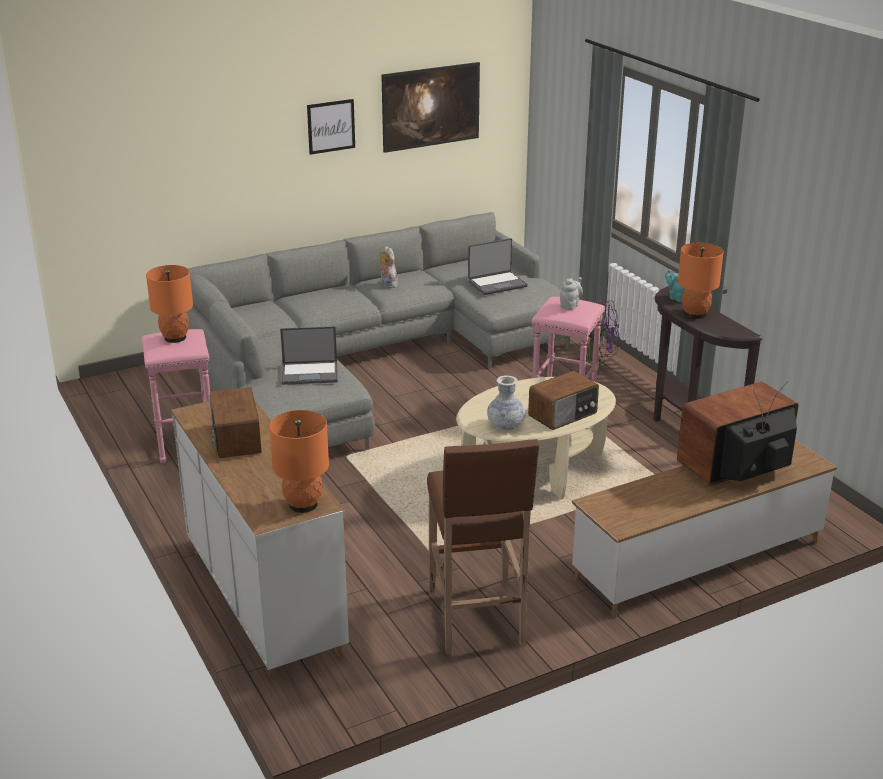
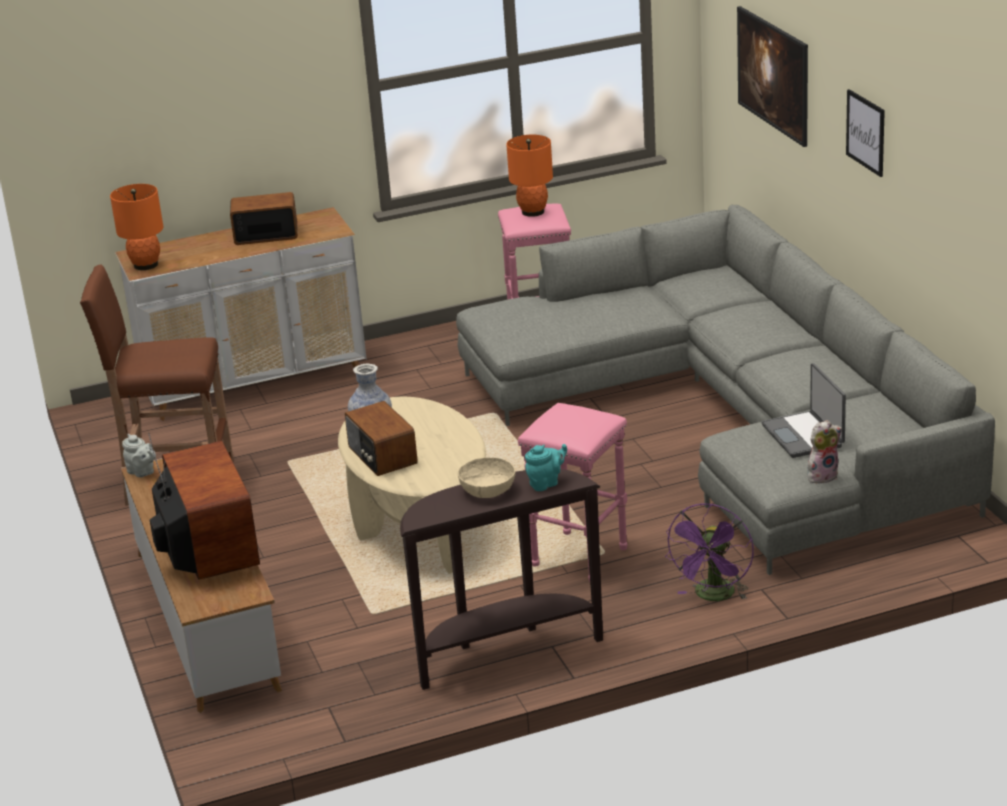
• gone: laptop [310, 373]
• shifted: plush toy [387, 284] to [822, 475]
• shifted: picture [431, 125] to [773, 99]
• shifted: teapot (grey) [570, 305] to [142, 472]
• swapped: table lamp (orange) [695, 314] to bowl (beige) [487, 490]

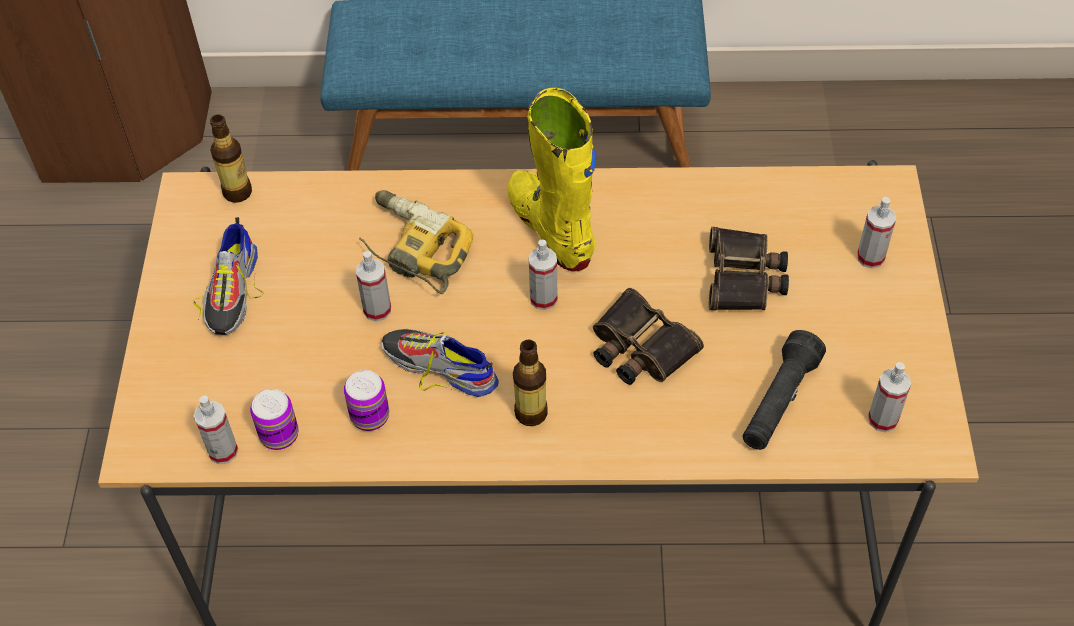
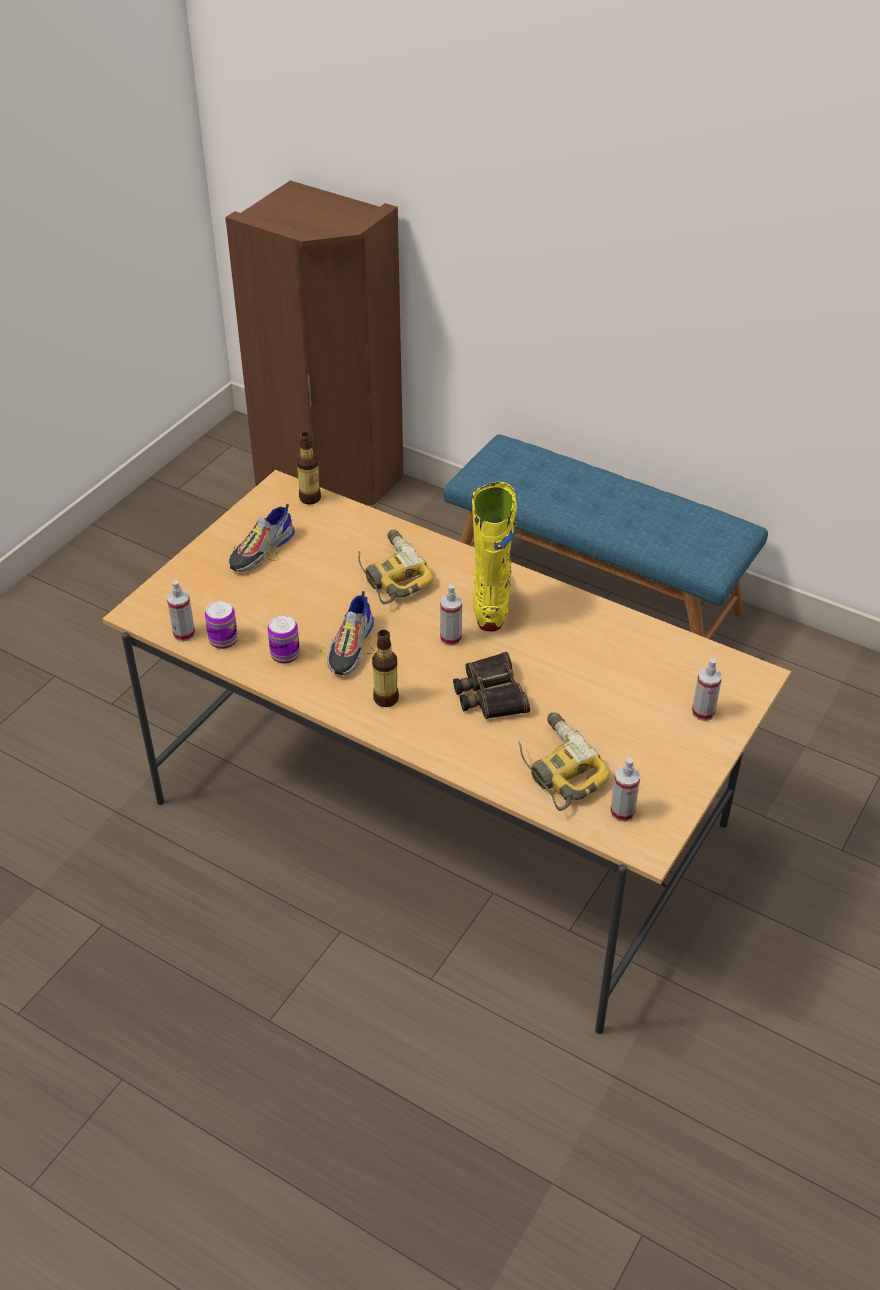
• gone: spray bottle [377, 310]
• rotated: shoe [439, 366] = [351, 647] 135 degrees counterclockwise
• gone: binoculars [745, 278]
• swapped: flashlight (black) [779, 402] to power drill [557, 768]

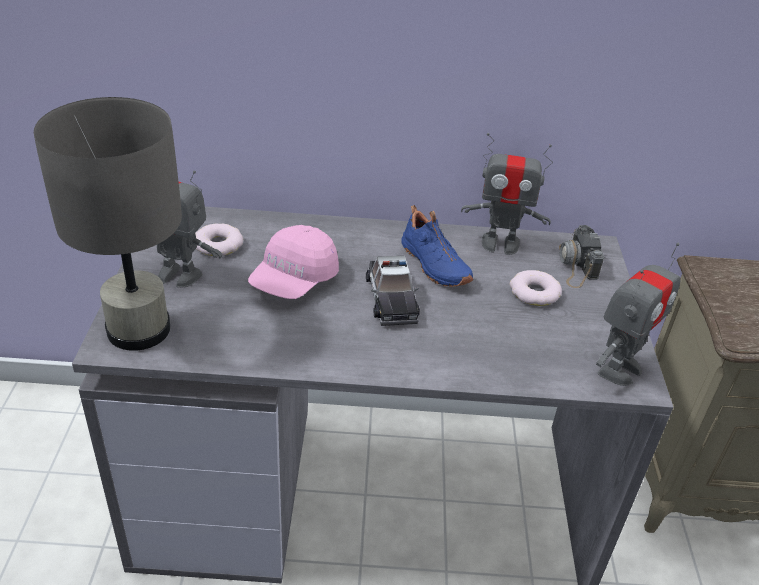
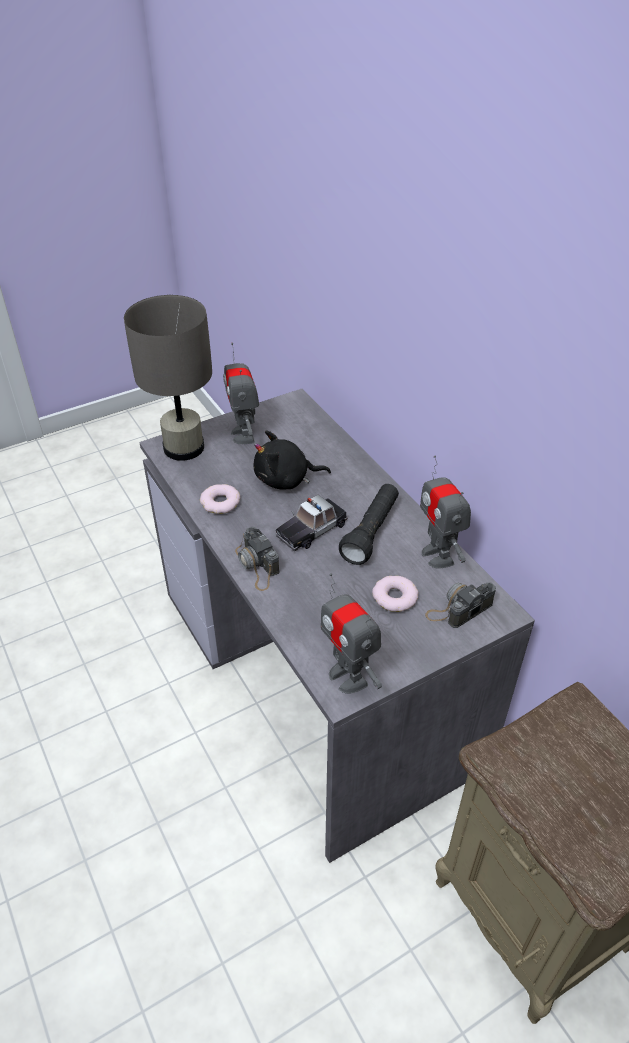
• shifted: donut [218, 245] to [220, 503]
• swapped: cap (pink) [294, 280] to plush toy (black) [286, 480]
• swapped: shoe (blue) [433, 265] to flashlight (black) [371, 532]
• rotated: toy robot [619, 369] = [348, 676] 45 degrees clockwise
• new: photo camera [257, 565]

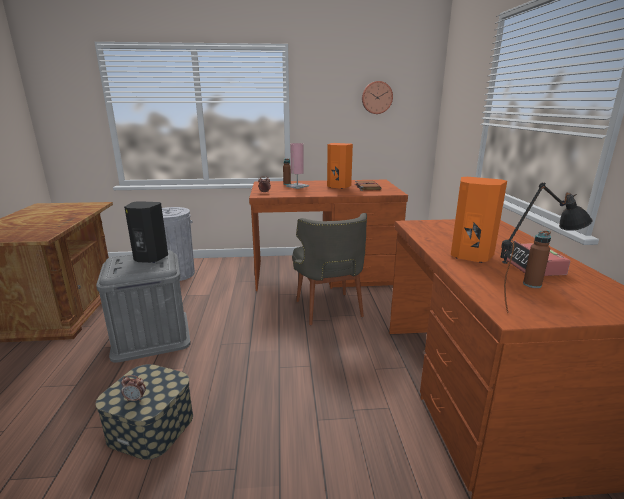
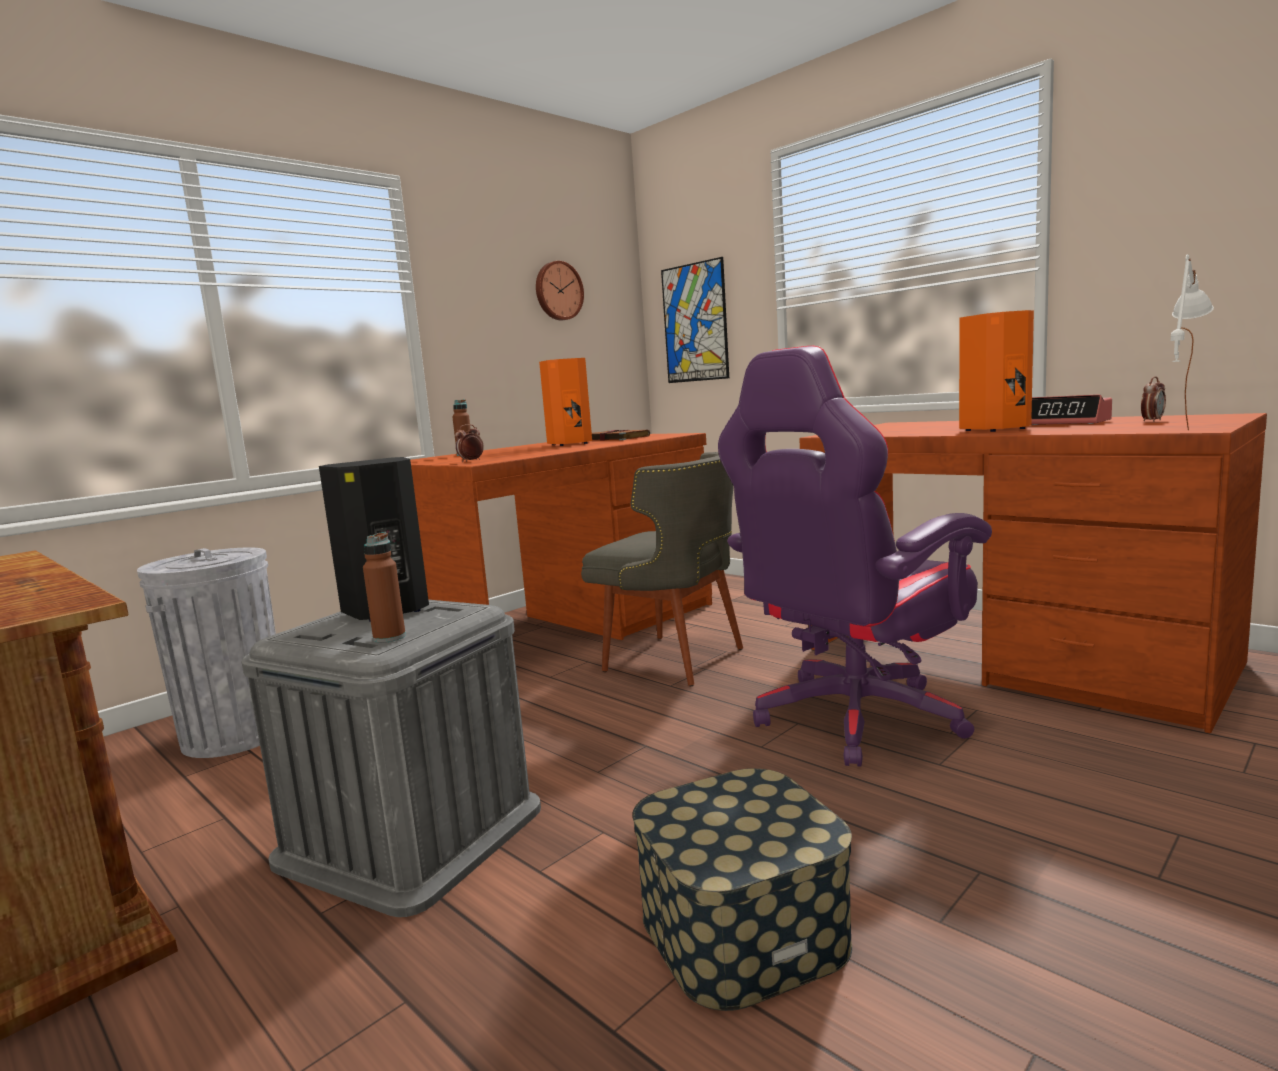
• shifted: alarm clock [135, 399] to [1152, 421]
• gone: table lamp (pink) [297, 186]
• repainted: table lamp (black) [528, 306] to table lamp (white) [1179, 427]
• shifted: bottle (brown) [532, 284] to [389, 637]
• new: picture [695, 323]
• new: office chair (purple) [857, 716]

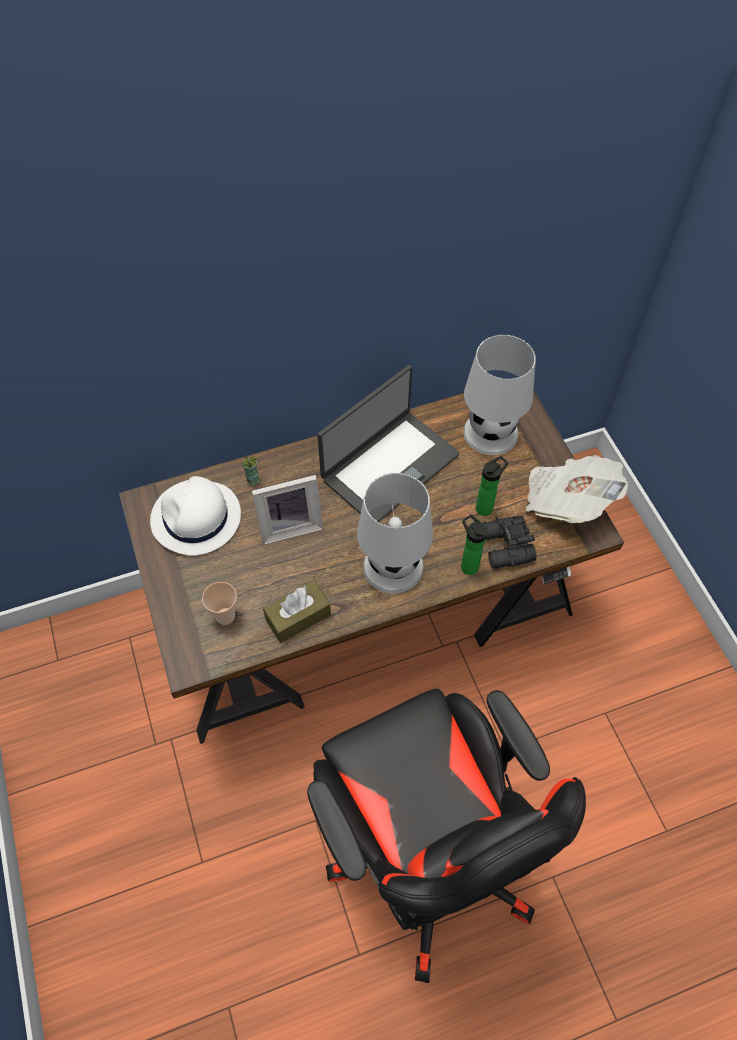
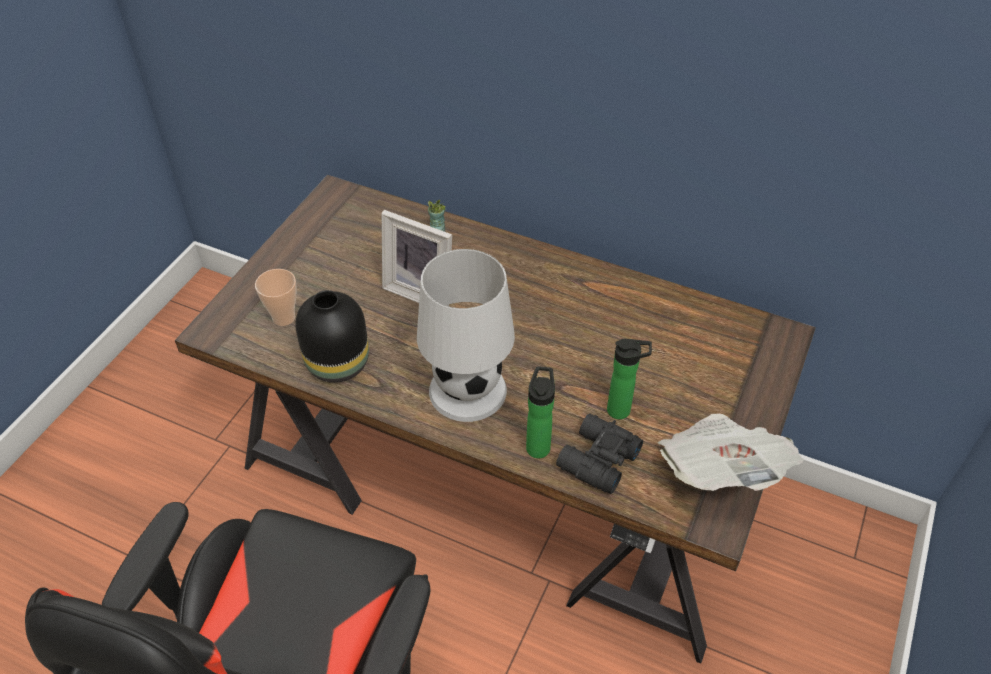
• gone: hat (white) [196, 518]
• swapped: tissue box (brown) [298, 617] to vase (black) [336, 364]
• gone: laptop [389, 466]
• gone: table lamp (white) [491, 432]

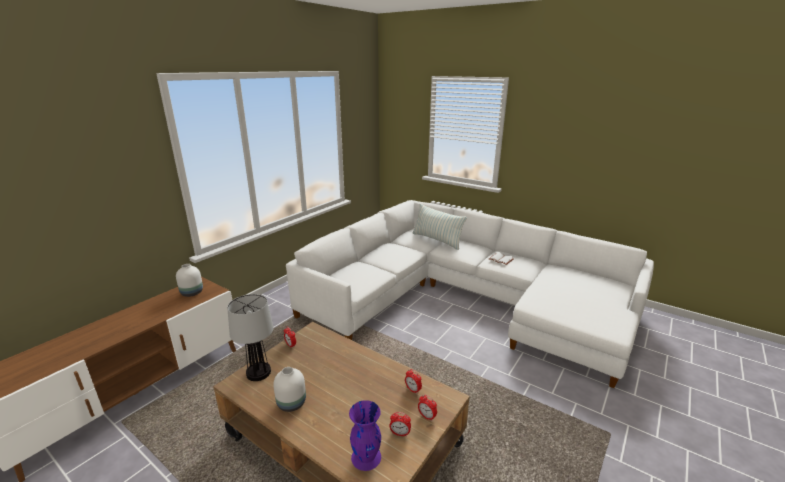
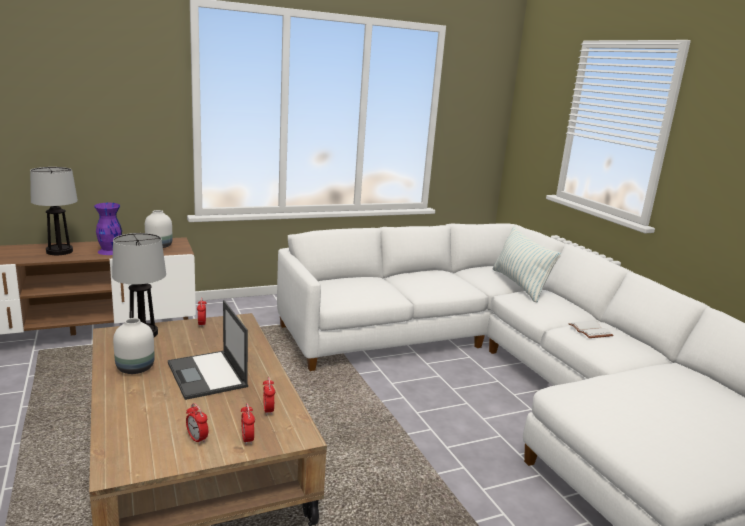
• shifted: vase (purple) [366, 457] to [110, 251]
• new: table lamp [59, 251]
• new: laptop [207, 375]

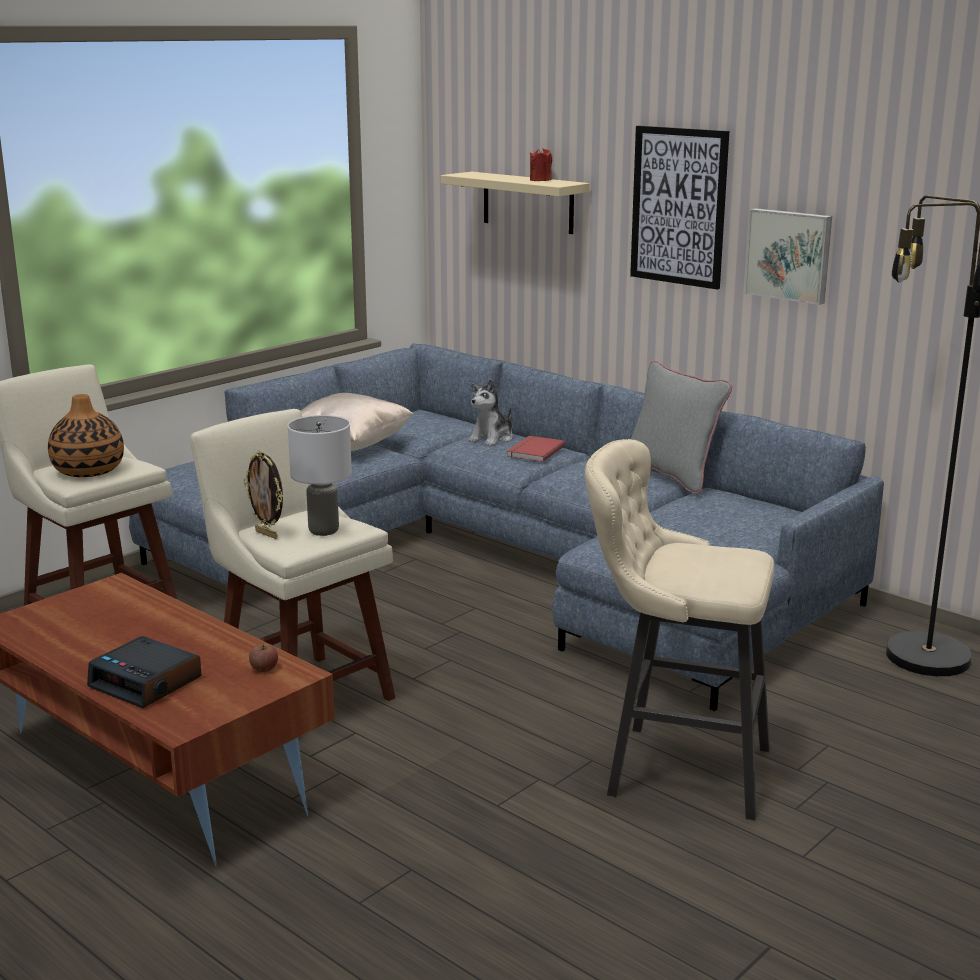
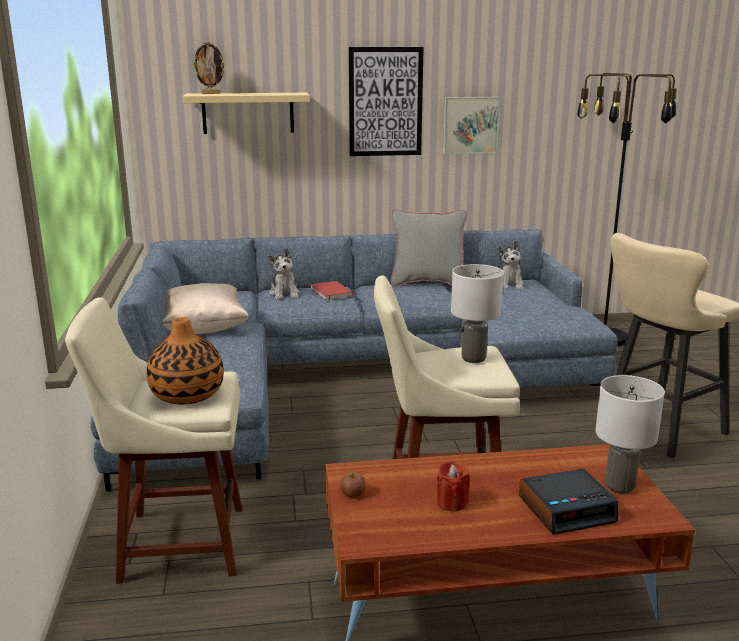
• shifted: picture frame [267, 534] to [210, 93]
• shifted: apple [264, 668] to [352, 494]
• shifted: candle (red) [540, 180] to [452, 503]
• new: plush toy [509, 285]
• new: table lamp (white) [619, 488]

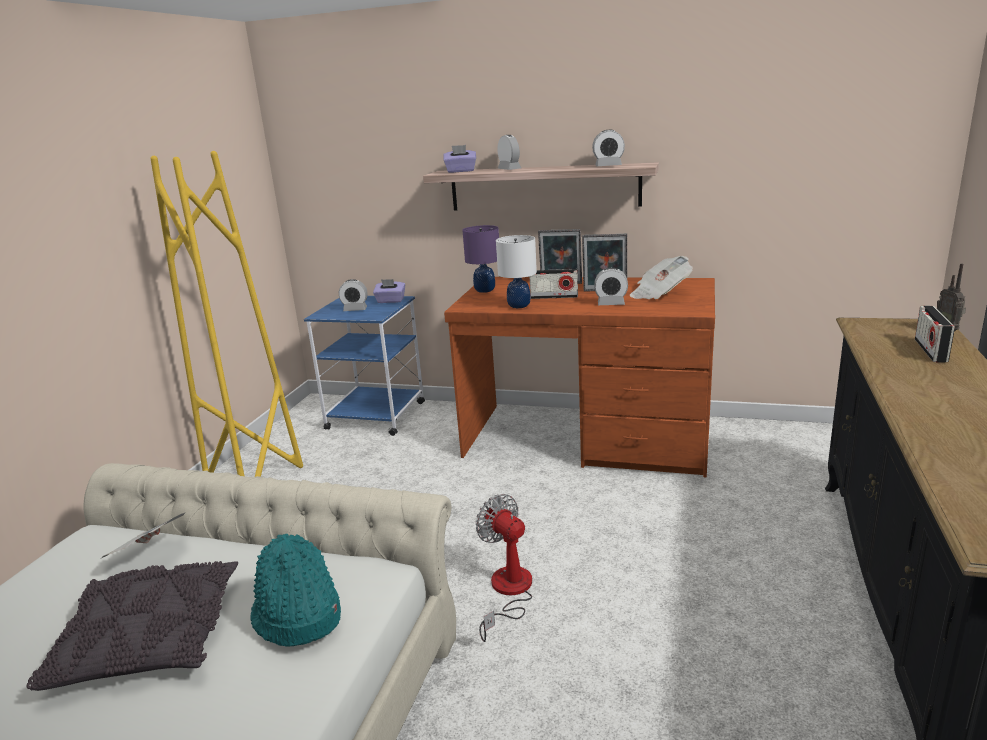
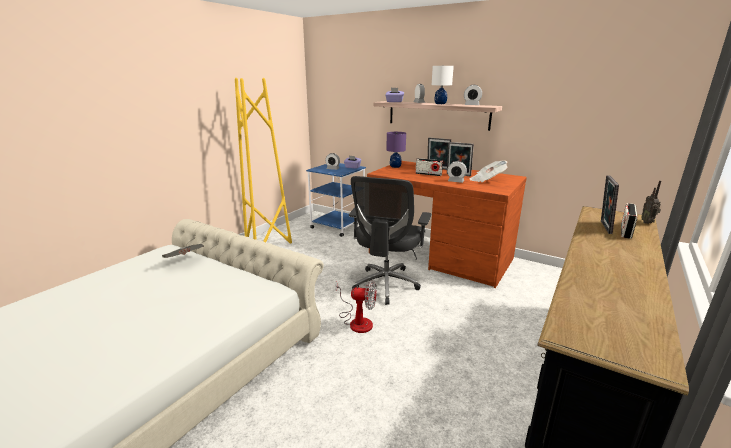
• gone: pillow (black) [149, 640]
• gone: hat (turquoise) [297, 616]
• rotated: fan [508, 592] = [357, 321] 120 degrees clockwise
• shifted: table lamp (white) [520, 306] to [441, 104]
• new: office chair [386, 283]
• new: picture frame [603, 227]

